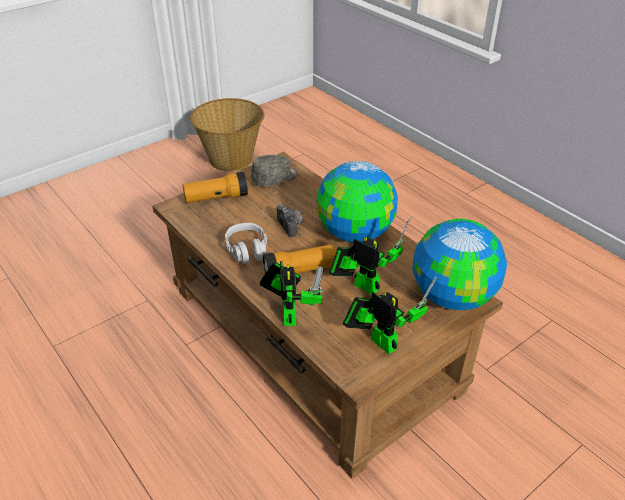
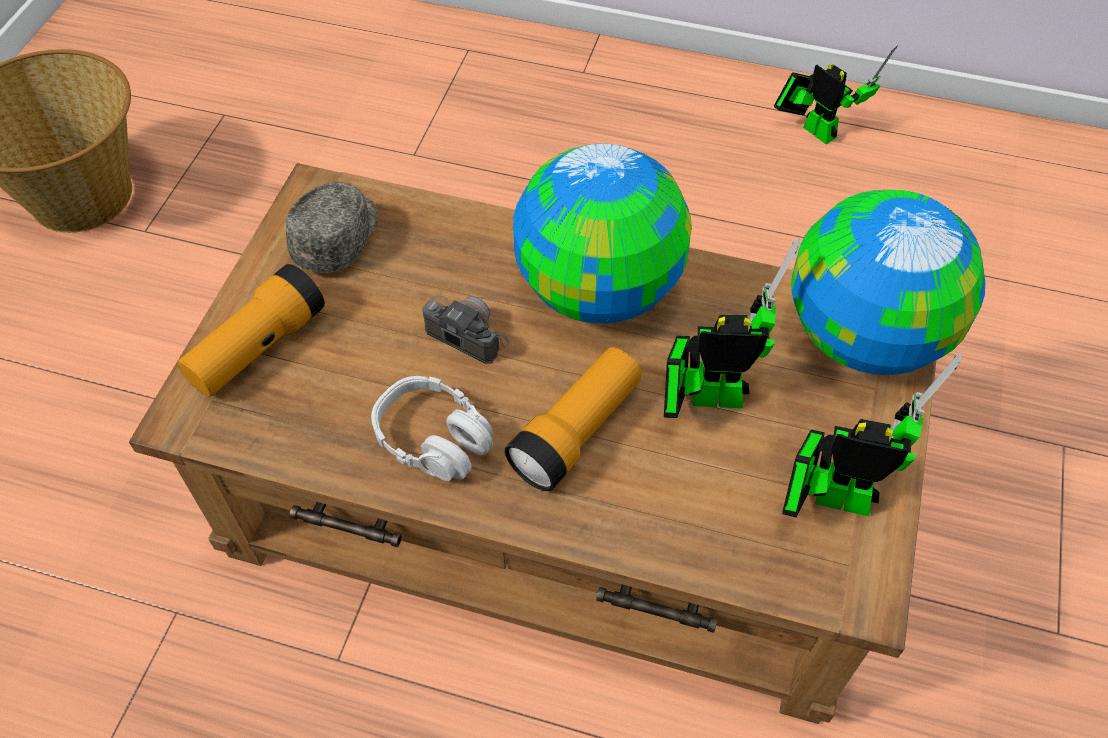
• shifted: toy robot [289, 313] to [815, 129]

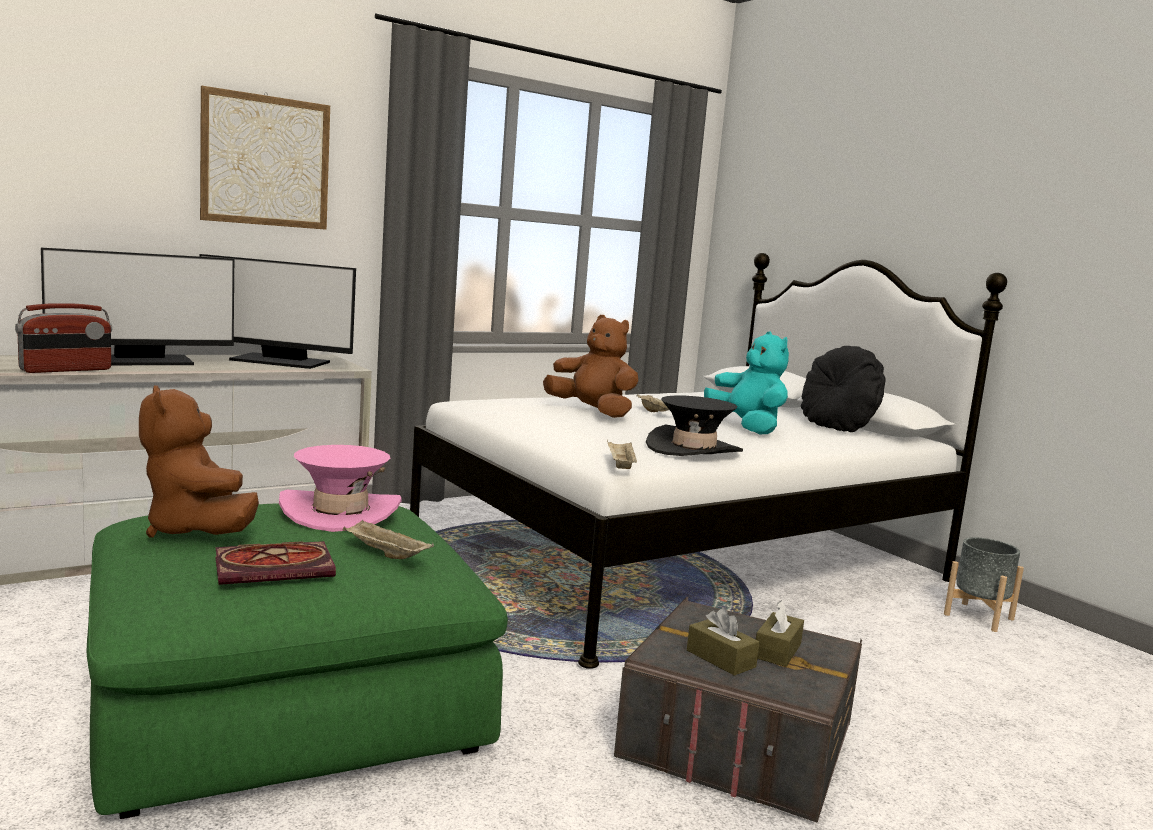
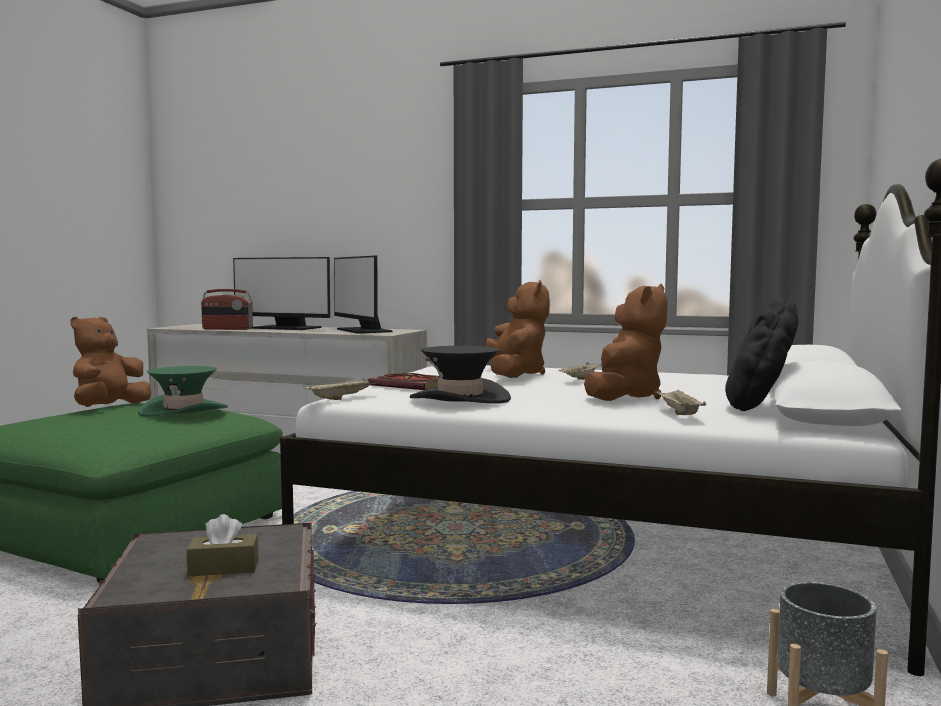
• gone: picture [266, 159]
• shifted: book [277, 567] to [411, 385]
• repainted: hat (pink) [340, 512] to hat (green) [183, 411]
• shifted: tray (beige) [384, 554] to [678, 413]
• gone: tissue box (brown) [720, 659]
• repainted: plush toy (turquoise) [747, 428] to plush toy (brown) [624, 397]

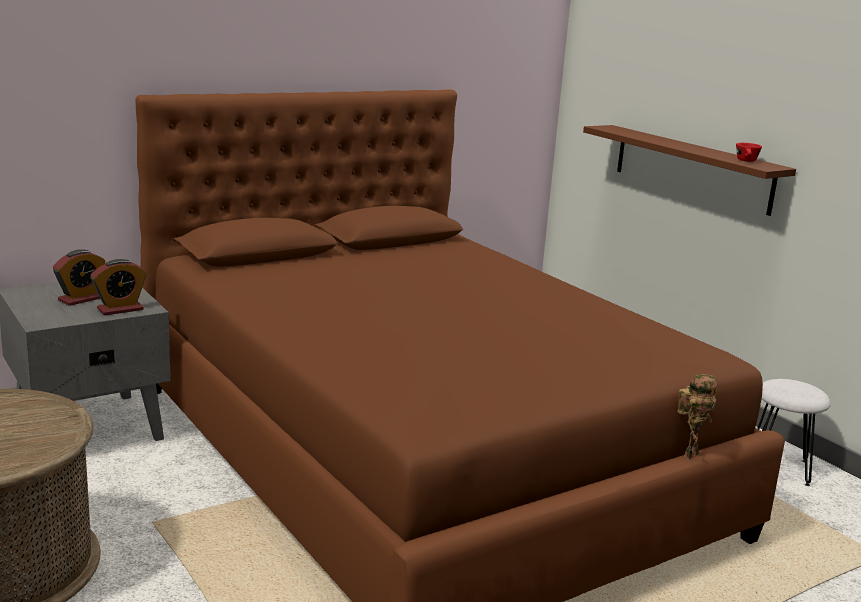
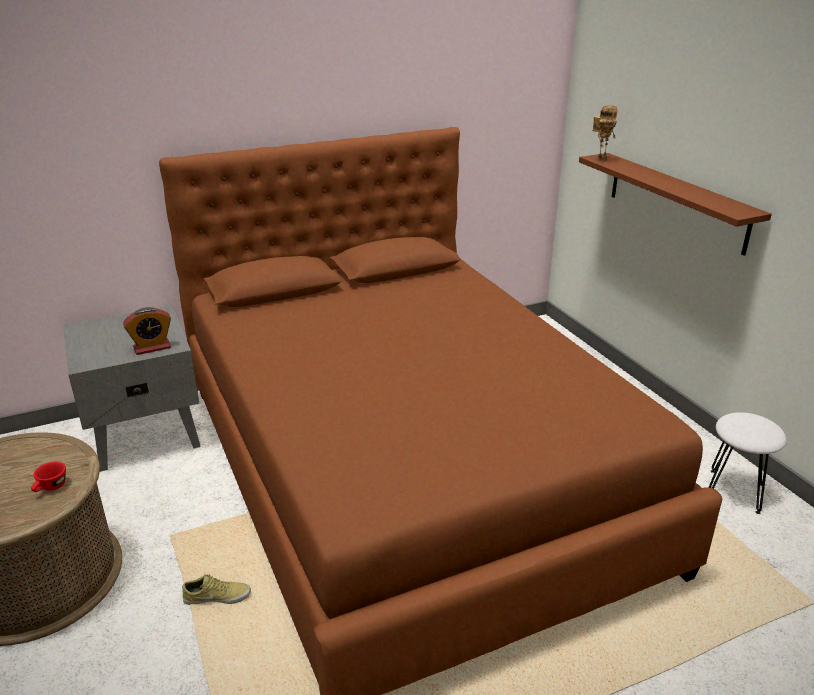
• gone: alarm clock [81, 299]
• shifted: toy robot [689, 454] to [601, 160]
• shifted: cup (red) [747, 161] to [50, 488]
• new: shoe (beige) [217, 596]

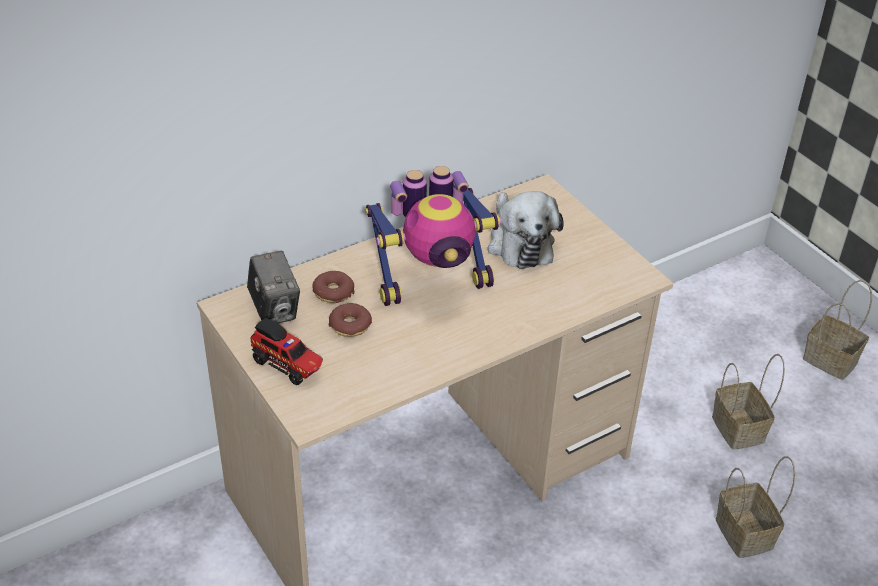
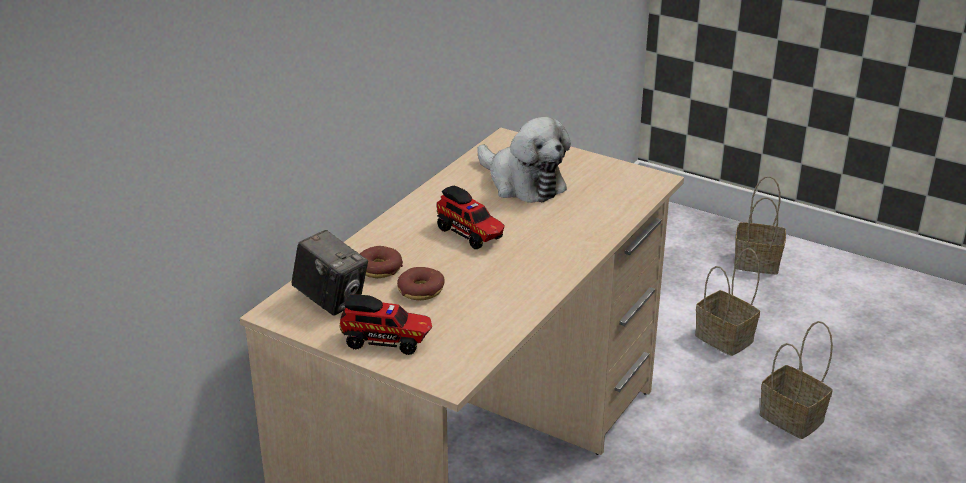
• swapped: toy robot [433, 283] to toy truck [471, 234]

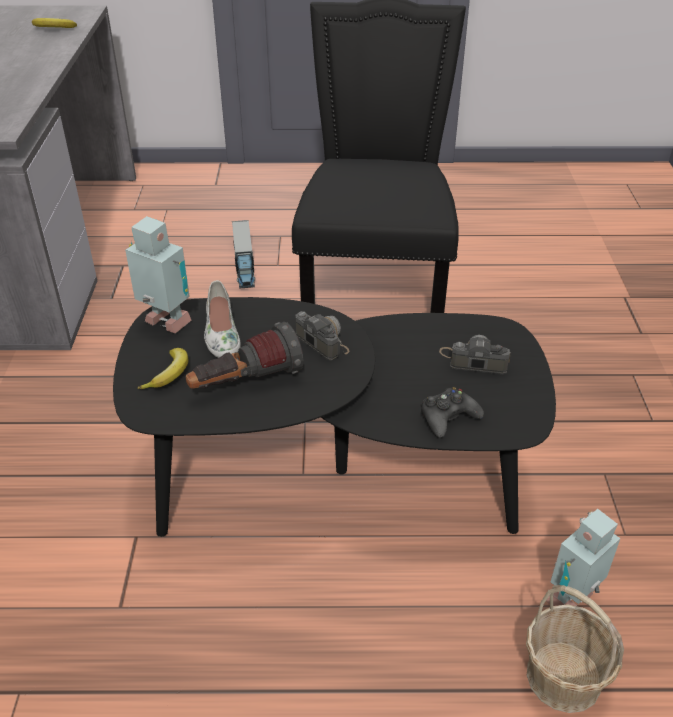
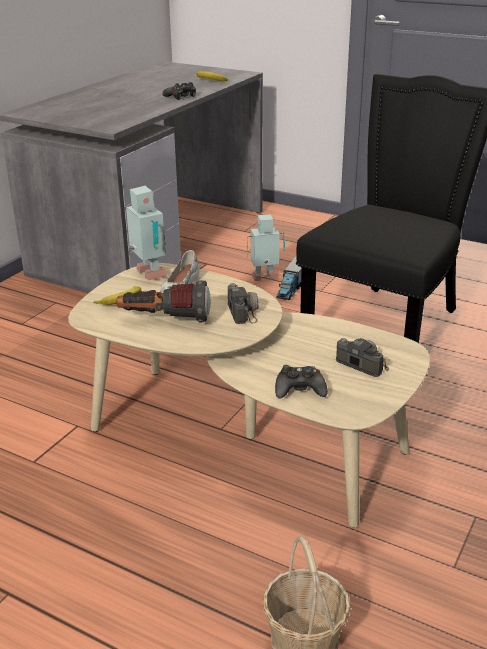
• repainted: coffee table (black) [335, 475] to coffee table (beige) [244, 437]
• shifted: toy robot [573, 599] to [265, 278]
• new: game controller (black) [181, 96]

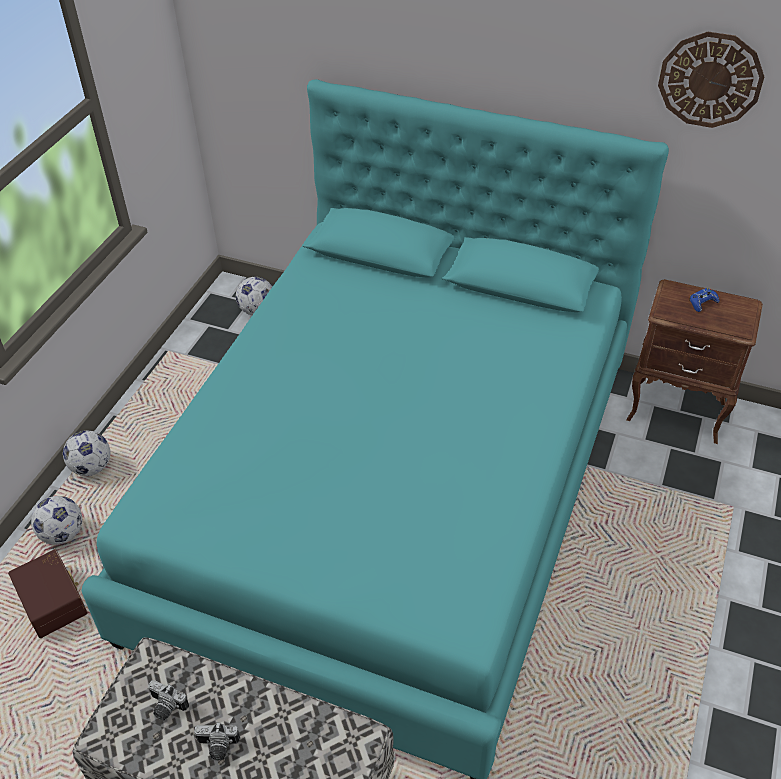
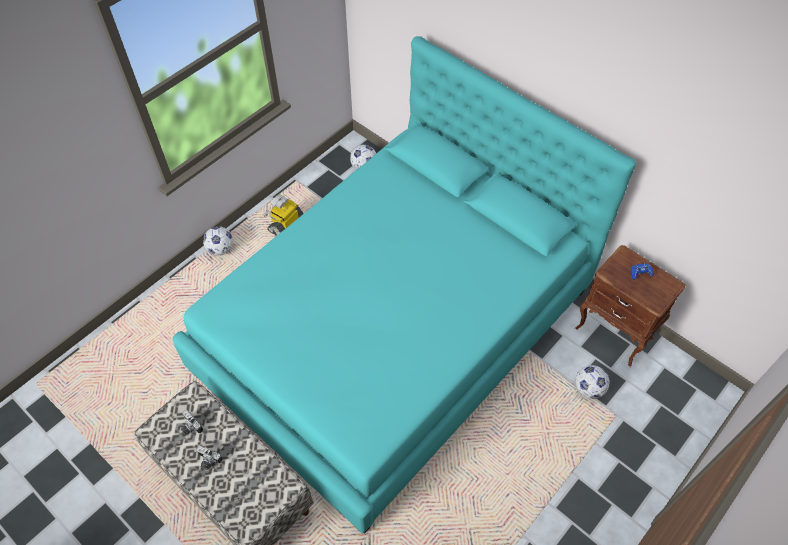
• gone: storage box (brown) [54, 600]
• shifted: football [63, 534] to [588, 389]
• gone: wall clock [710, 80]
• new: toy robot [286, 224]

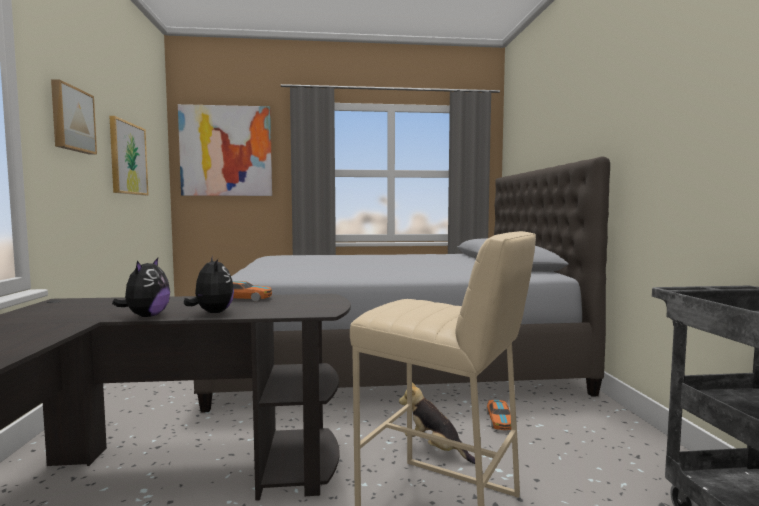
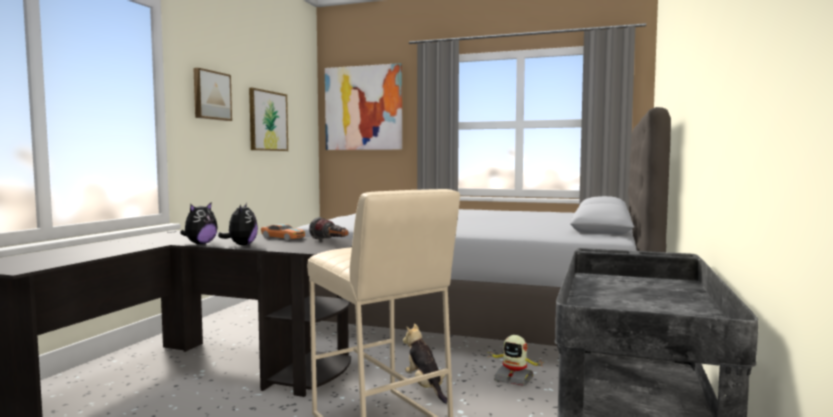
• swapped: toy car [500, 420] to toy robot [514, 379]
• new: flashlight [331, 242]

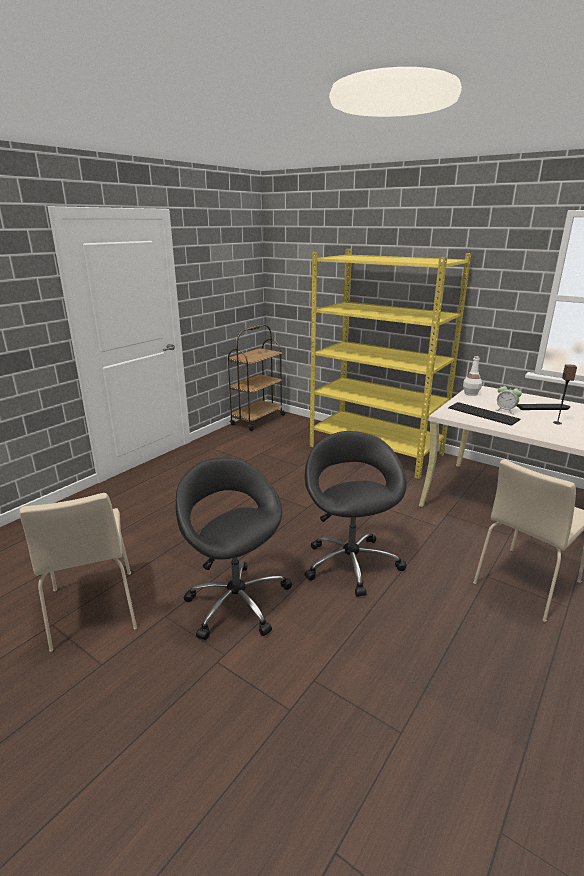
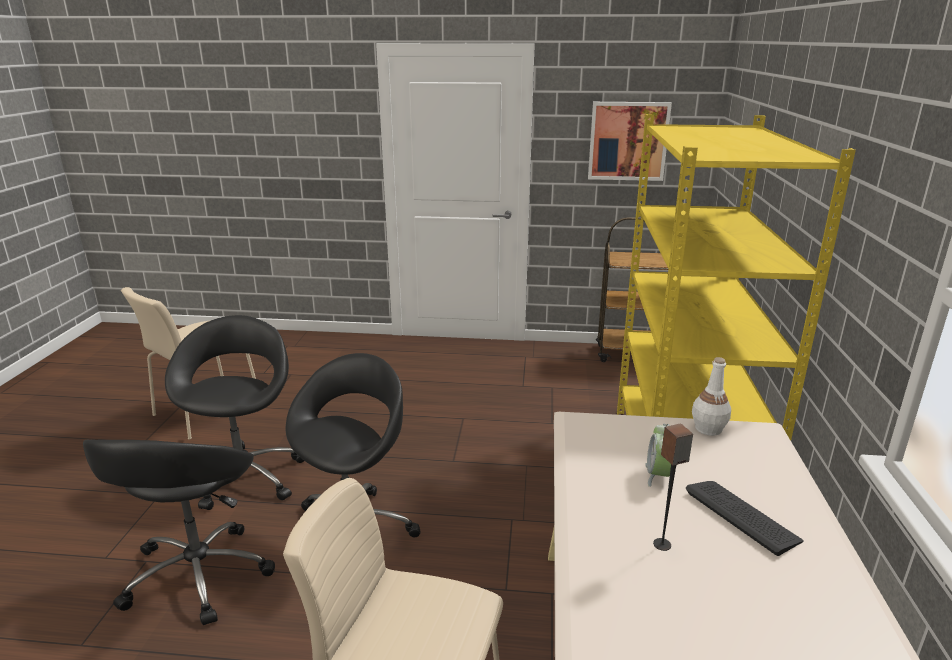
• gone: keyboard [484, 413]
• new: office chair (black) [197, 577]
• new: picture [628, 141]

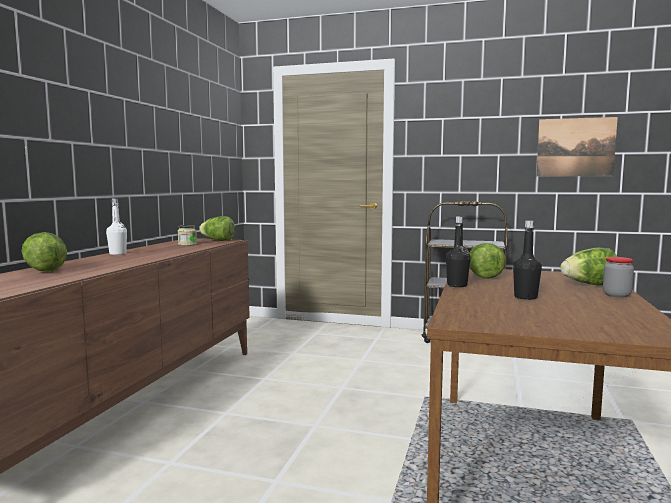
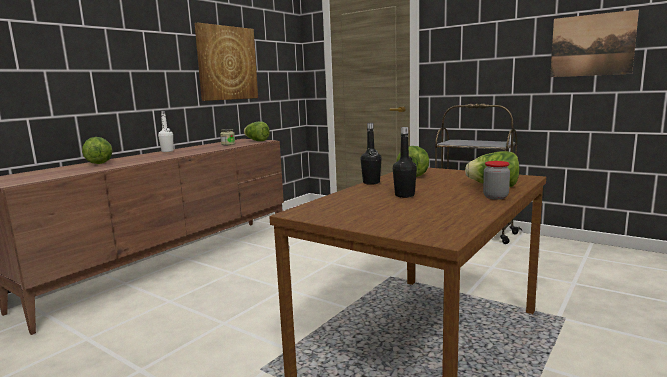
• new: picture [227, 63]

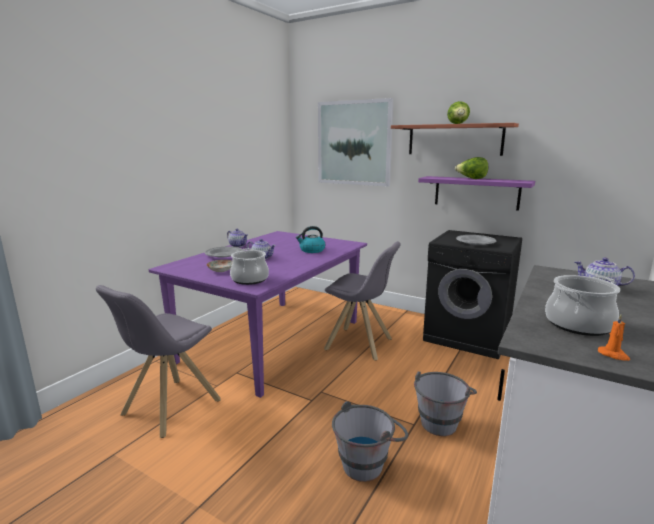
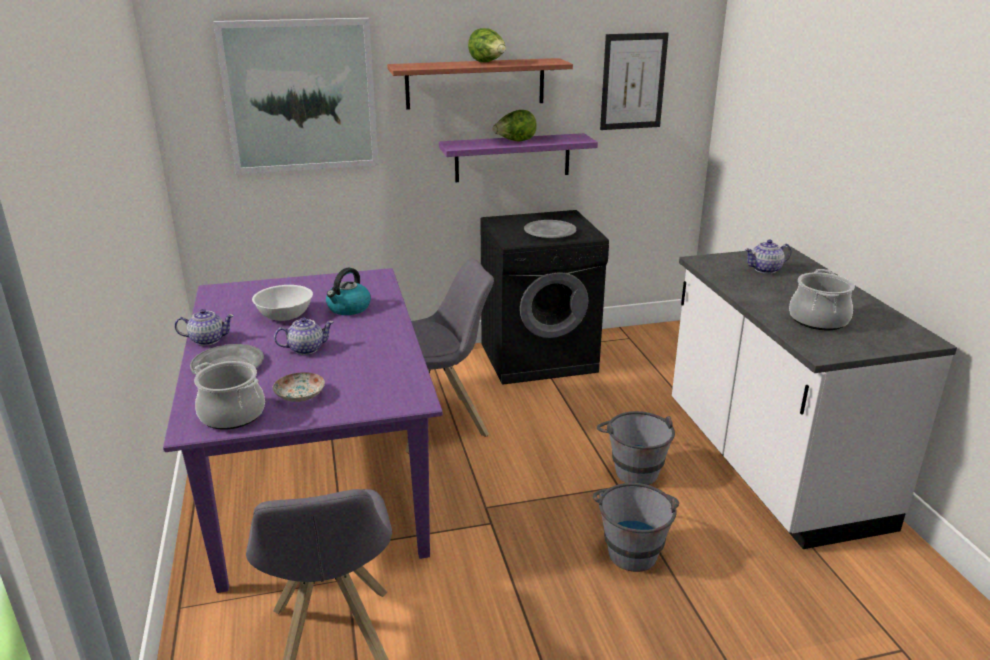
• shifted: cooking pot [249, 279] to [232, 415]
• gone: candle (orange) [613, 355]
• new: bowl (white) [285, 315]
• new: picture [633, 81]

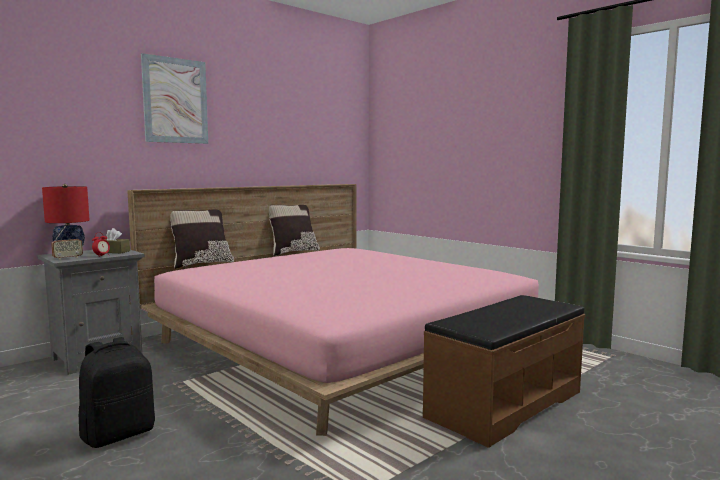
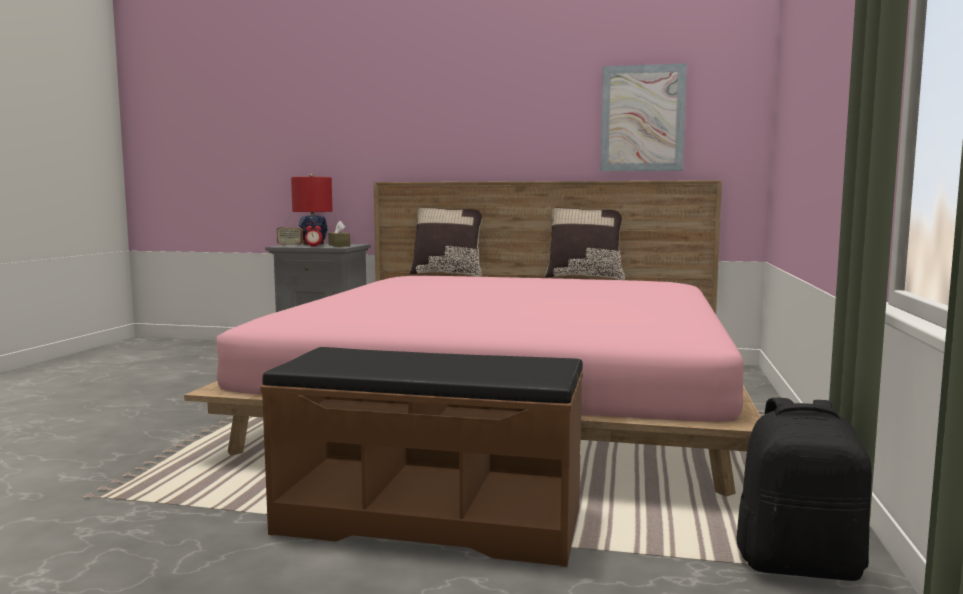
• shifted: backpack (black) [119, 434] to [799, 564]
• shifted: picture [175, 100] to [642, 118]

